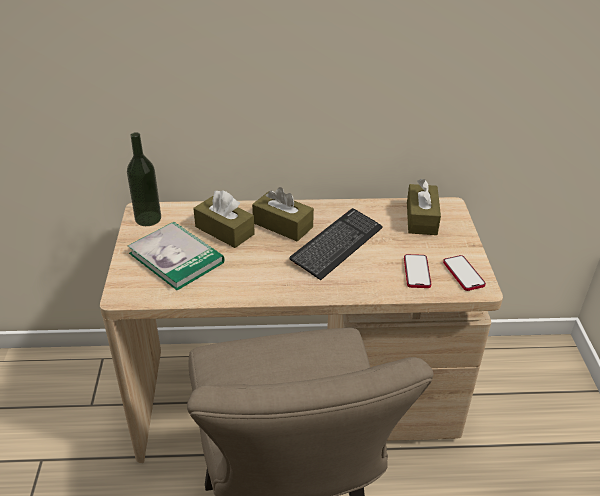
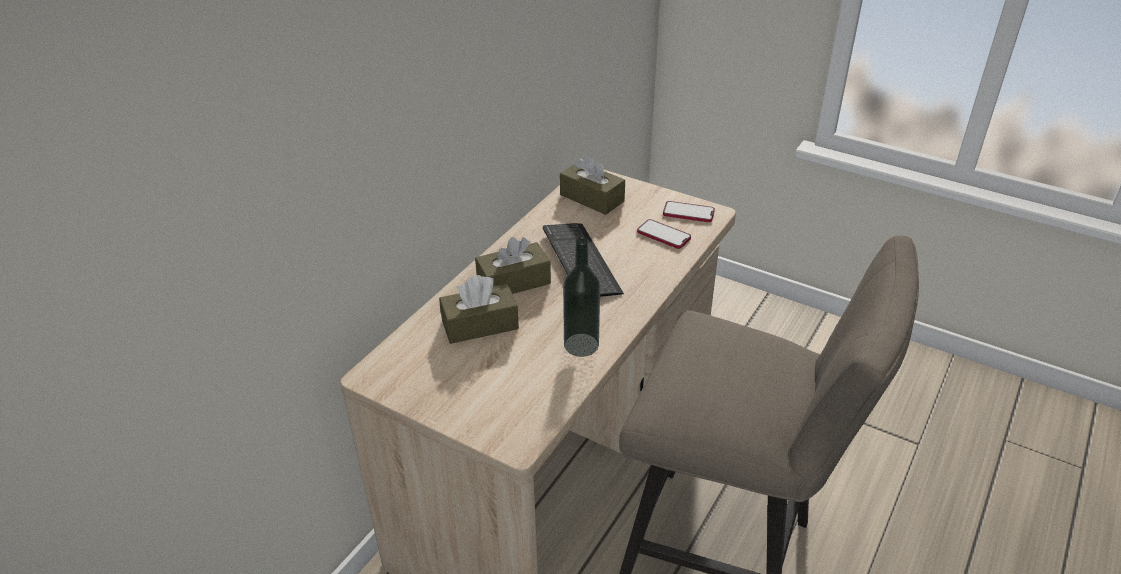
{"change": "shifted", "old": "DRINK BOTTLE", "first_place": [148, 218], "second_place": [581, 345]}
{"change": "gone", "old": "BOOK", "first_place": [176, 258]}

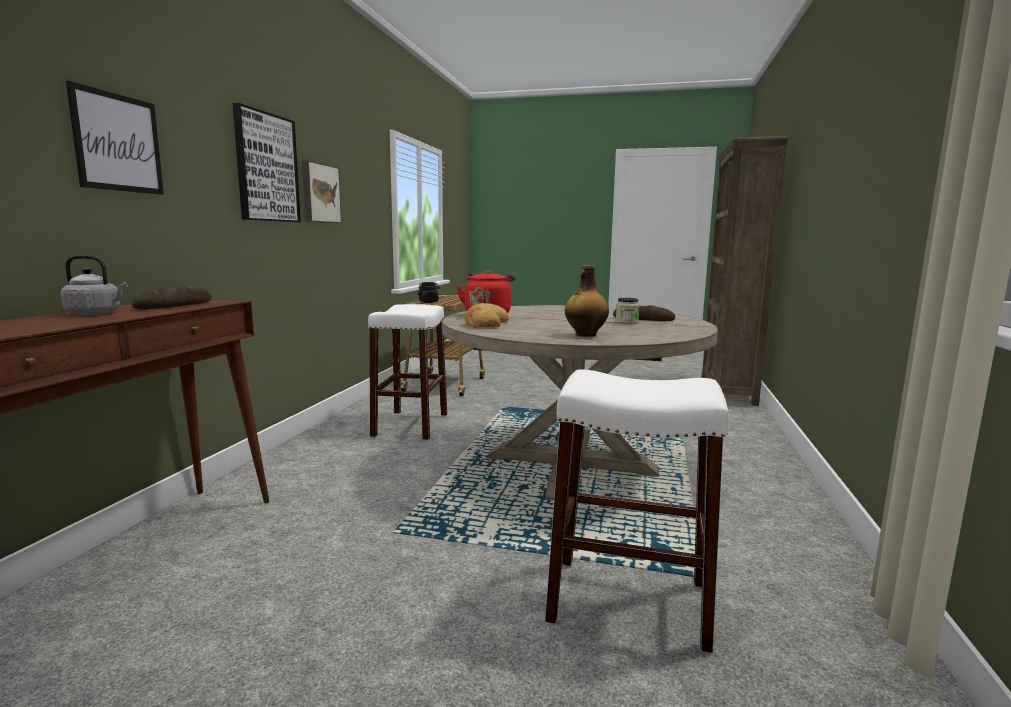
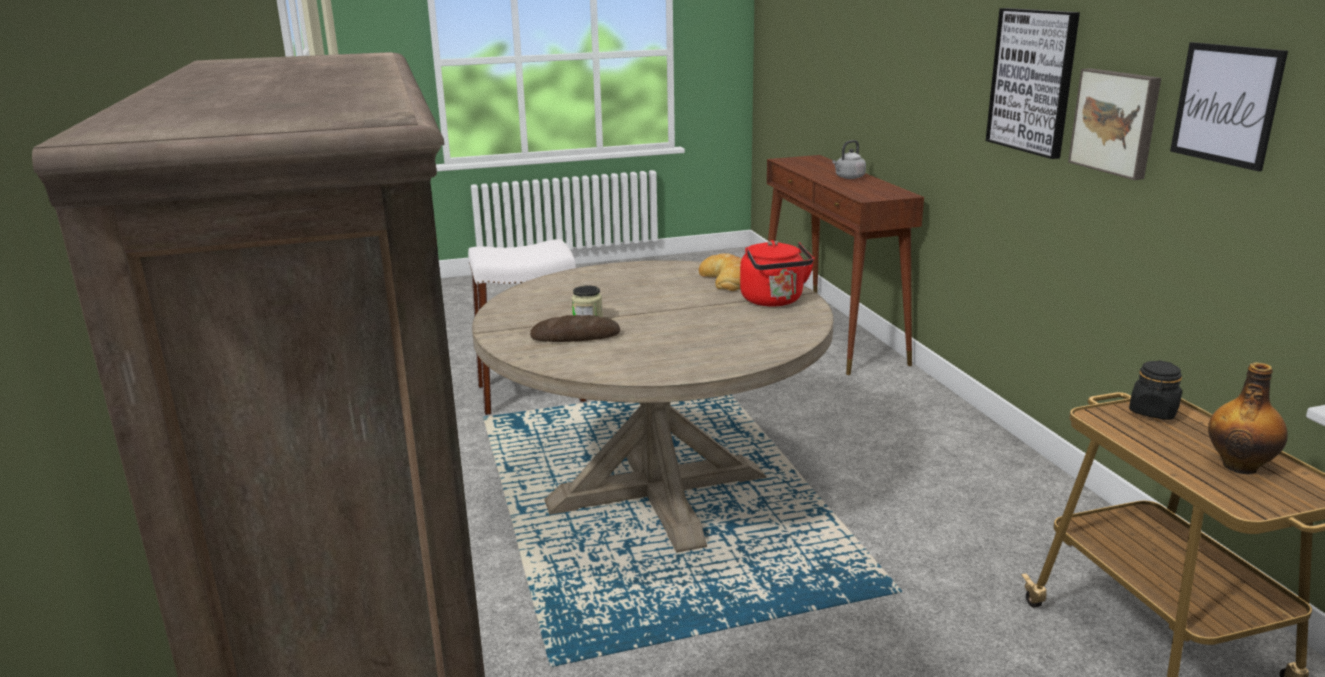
{"change": "shifted", "old": "WALL ART", "first_place": [118, 143], "second_place": [1226, 104]}
{"change": "shifted", "old": "DRINK BOTTLE", "first_place": [585, 335], "second_place": [1240, 466]}
{"change": "gone", "old": "BREAD", "first_place": [174, 305]}
{"change": "gone", "old": "WHITE-COLOURED STOOL", "first_place": [411, 425]}

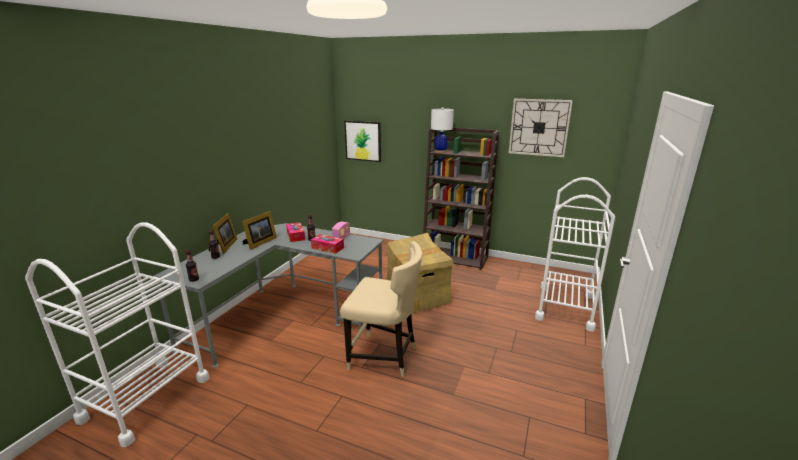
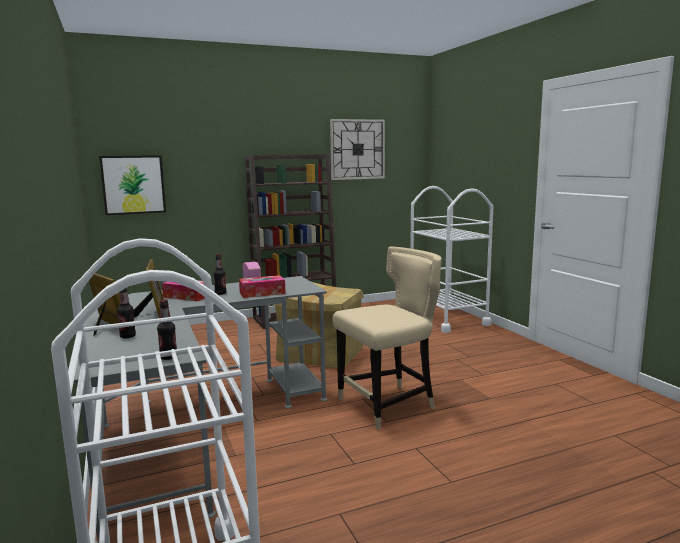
{"change": "gone", "old": "WHITE-COLOURED TABLETOP LAMP", "first_place": [441, 151]}

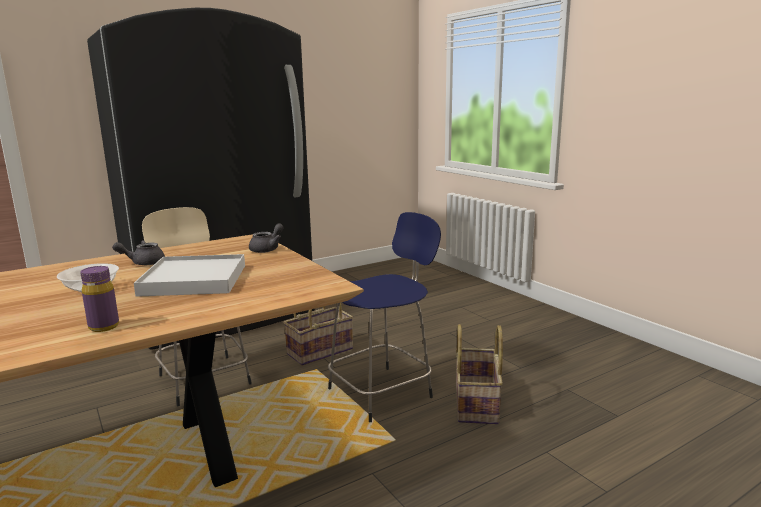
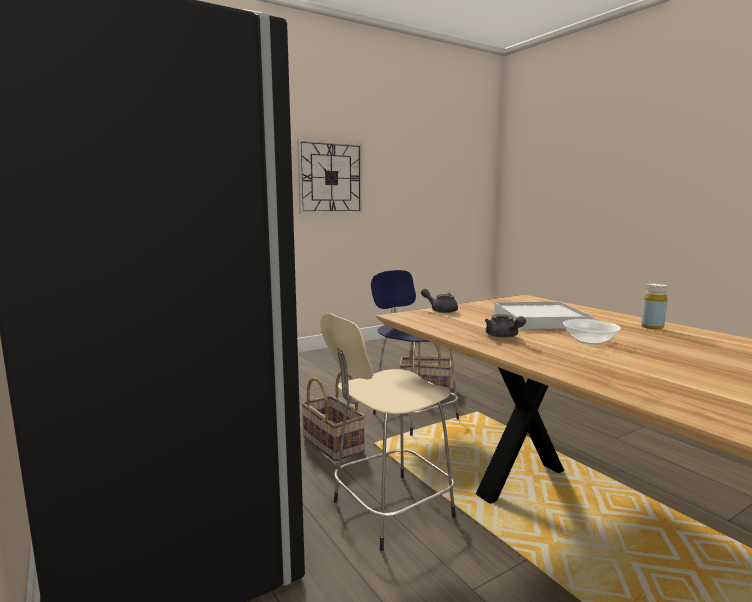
{"change": "new", "new": "HANGING CLOCK", "second_place": [330, 178]}
{"change": "repainted", "old": "PURPLE-COLOURED DRINK BOTTLE", "new": "YELLOWISH DRINK BOTTLE", "first_place": [104, 327], "second_place": [652, 327]}

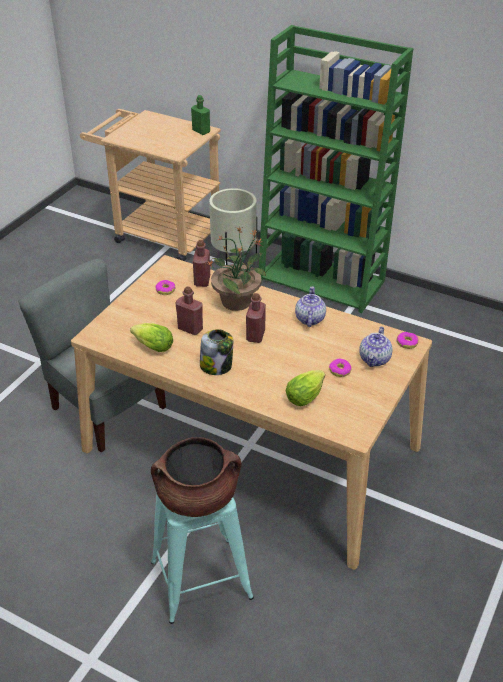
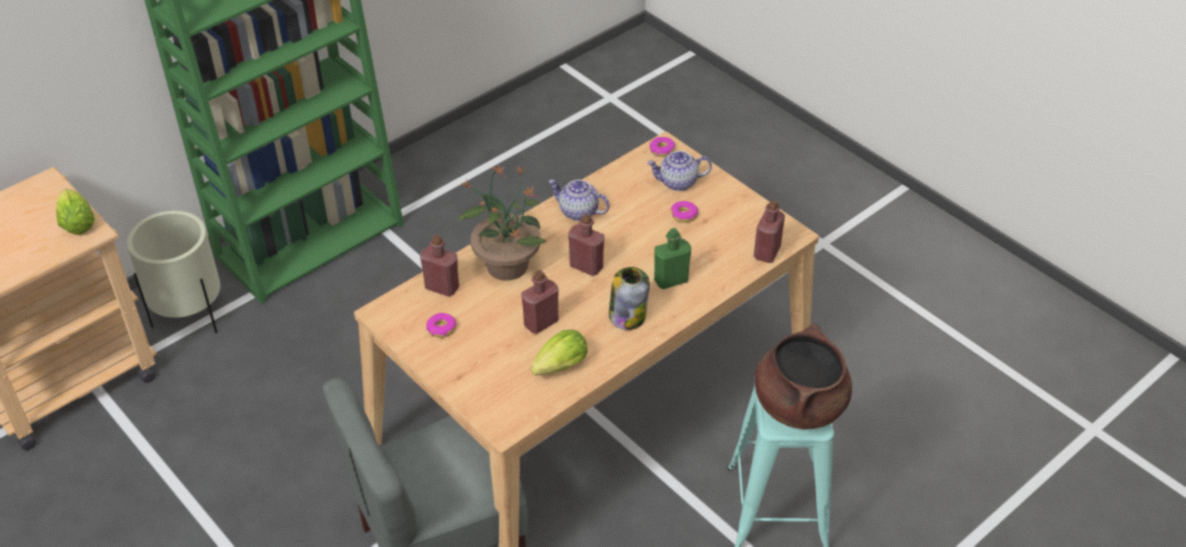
{"change": "shifted", "old": "LETTUCE", "first_place": [306, 396], "second_place": [77, 222]}
{"change": "rotated", "old": "POT FOR TEA", "first_place": [375, 359], "second_place": [678, 183], "degrees": 135}
{"change": "shifted", "old": "GREENISH DRINK BOTTLE", "first_place": [201, 131], "second_place": [671, 280]}
{"change": "new", "new": "RED DRINK BOTTLE", "second_place": [767, 252]}

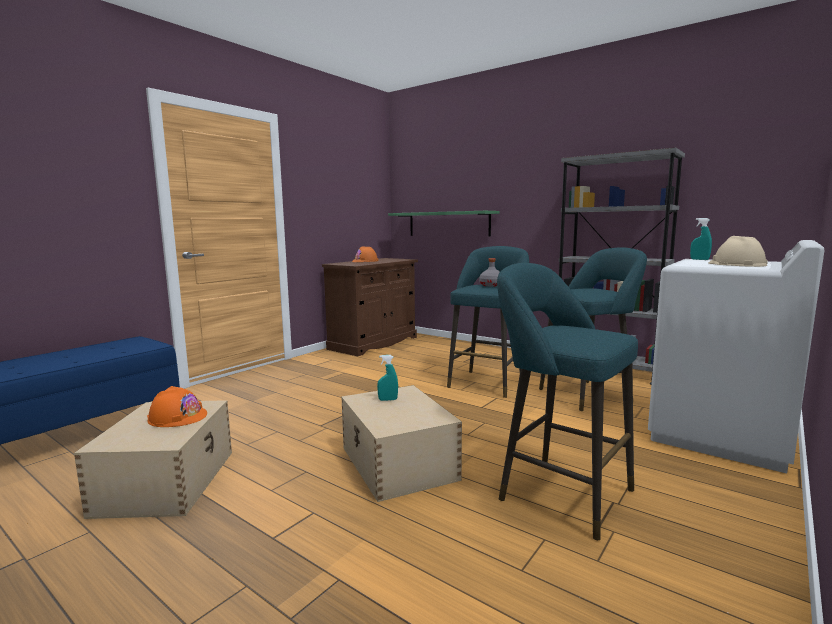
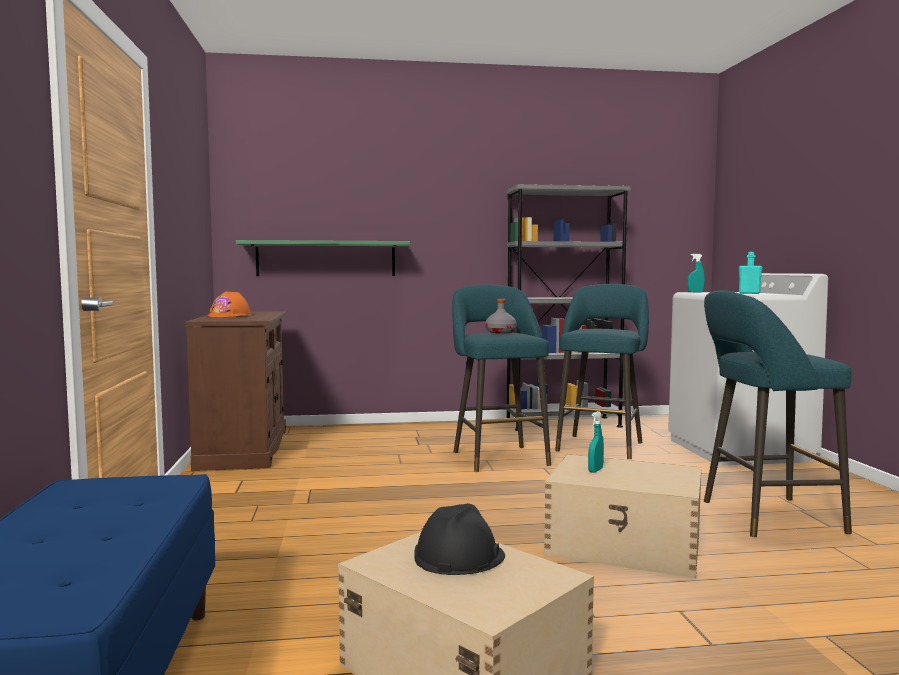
{"change": "repainted", "old": "ORANGE-COLOURED HARD HAT", "new": "BLACK-COLOURED HARD HAT", "first_place": [178, 417], "second_place": [459, 556]}
{"change": "swapped", "old": "SAND-COLOURED HARD HAT", "new": "TURQUOISE-COLOURED DRINK BOTTLE", "first_place": [736, 264], "second_place": [749, 293]}

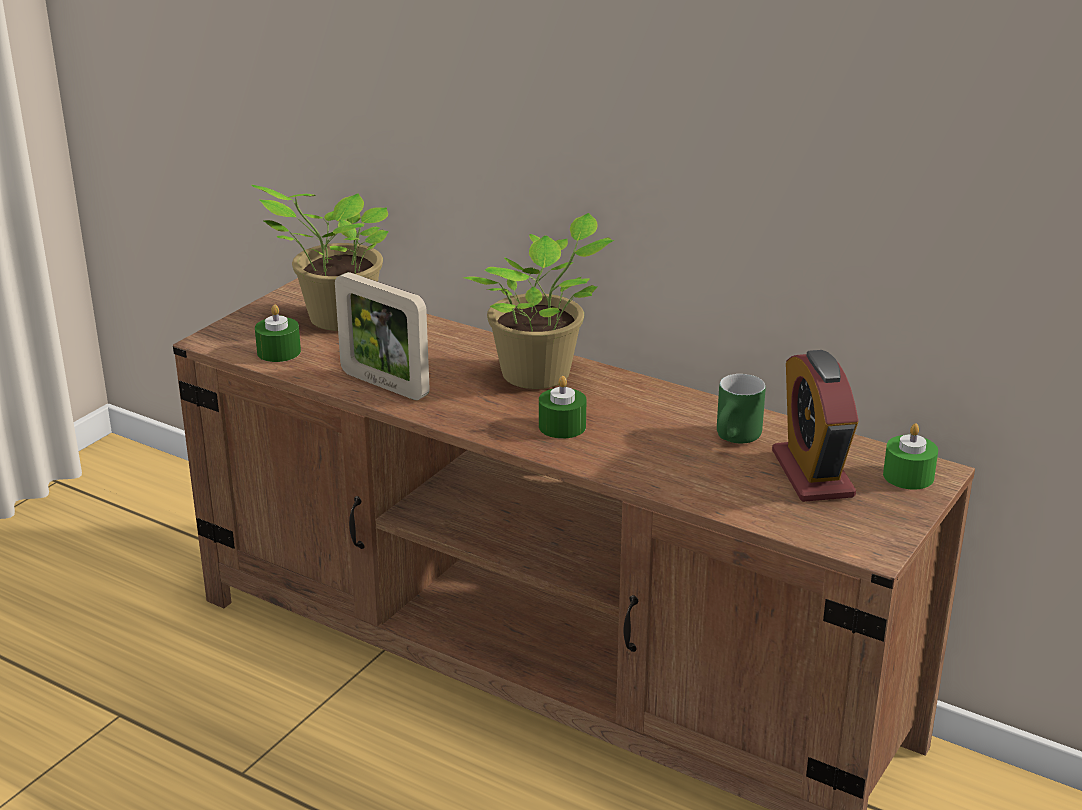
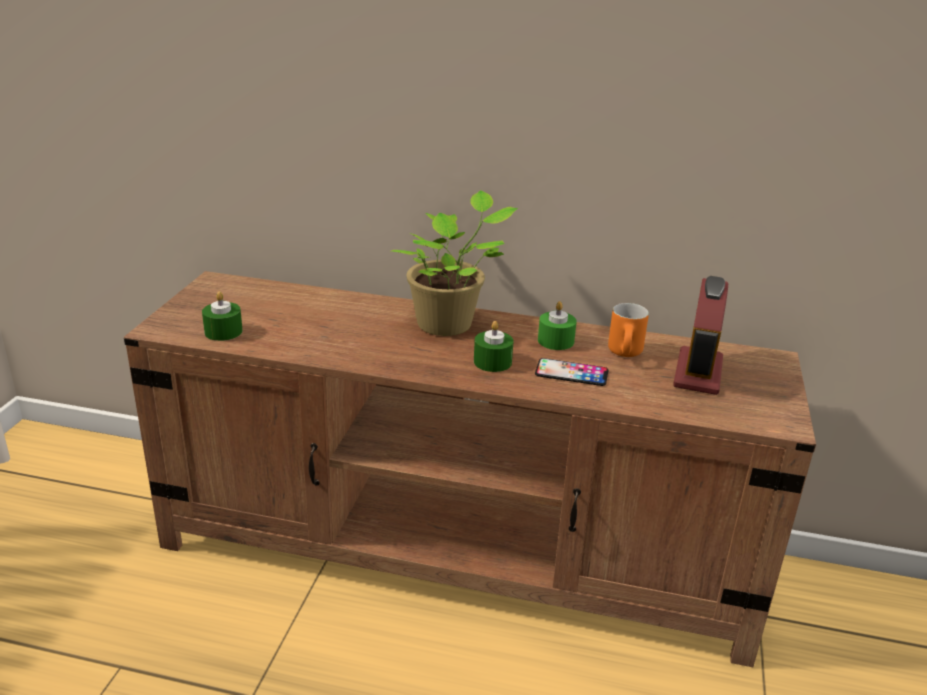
{"change": "new", "new": "PHONE", "second_place": [571, 373]}
{"change": "shifted", "old": "GREENISH WAX LIGHT", "first_place": [908, 476], "second_place": [555, 341]}
{"change": "repainted", "old": "GREENISH MUG", "new": "ORANGE-COLOURED MUG", "first_place": [737, 440], "second_place": [627, 355]}
{"change": "rotated", "old": "ALARM CLOCK", "first_place": [812, 474], "second_place": [698, 372], "degrees": 45}
{"change": "gone", "old": "PLANT IN A POT", "first_place": [336, 319]}
{"change": "gone", "old": "STANDING FRAME", "first_place": [384, 385]}

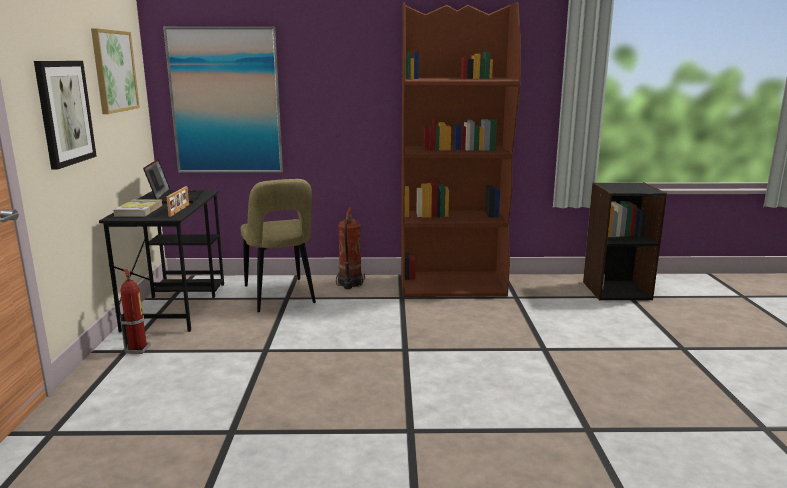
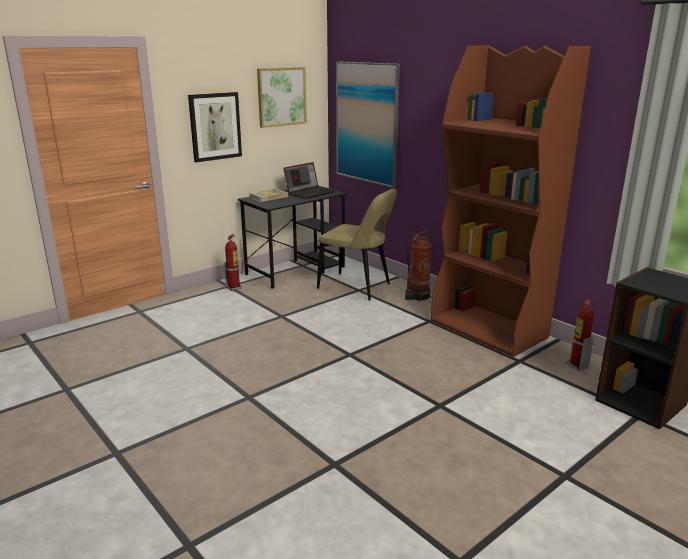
{"change": "rotated", "old": "SAND-COLOURED UPRIGHT CHAIR", "first_place": [280, 296], "second_place": [357, 287], "degrees": -90}
{"change": "new", "new": "FIRE-FIGHTING CYLINDER", "second_place": [577, 365]}
{"change": "gone", "old": "STANDING FRAME", "first_place": [180, 210]}

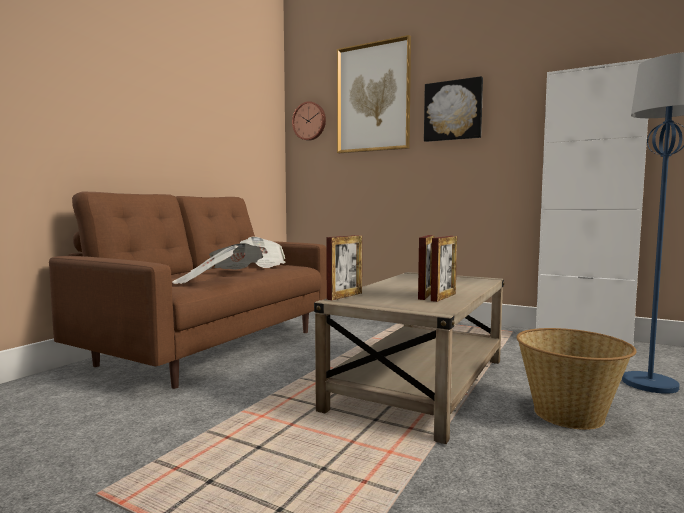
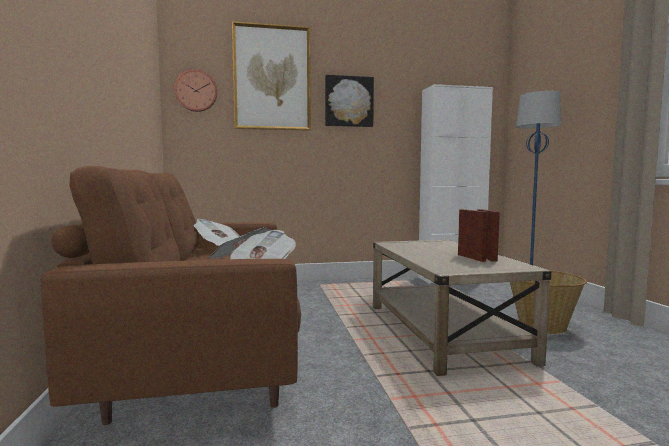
{"change": "gone", "old": "STANDING FRAME", "first_place": [344, 296]}

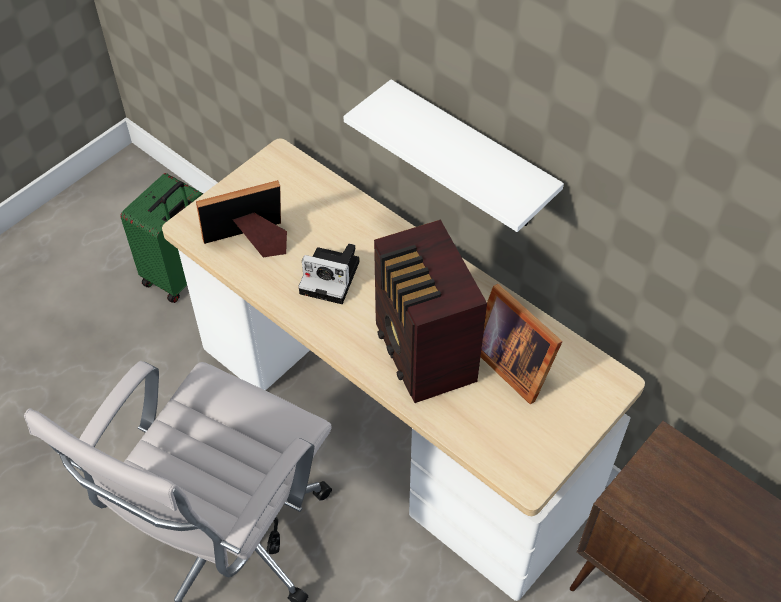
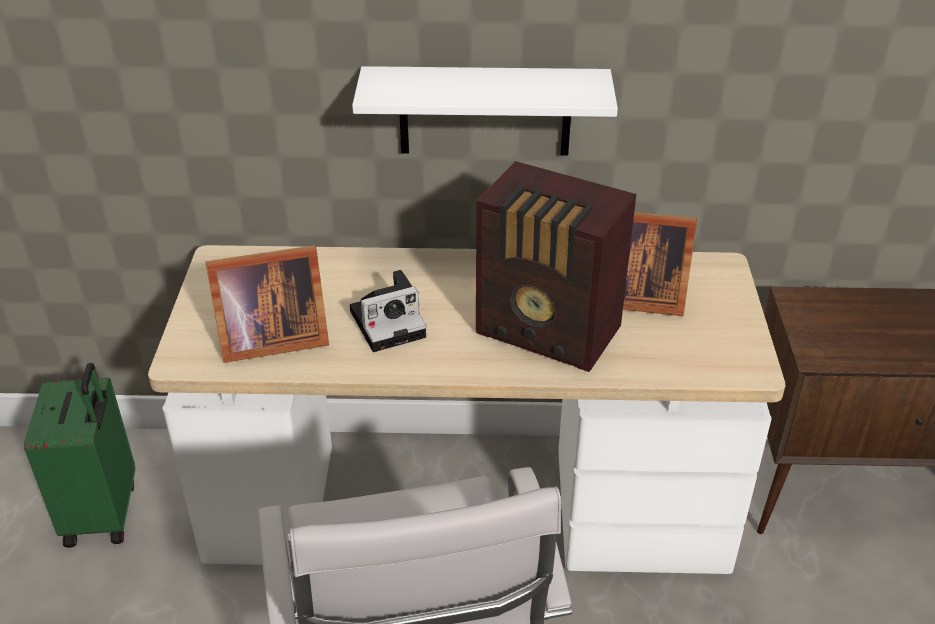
{"change": "rotated", "old": "STANDING FRAME", "first_place": [250, 243], "second_place": [269, 339], "degrees": -135}

